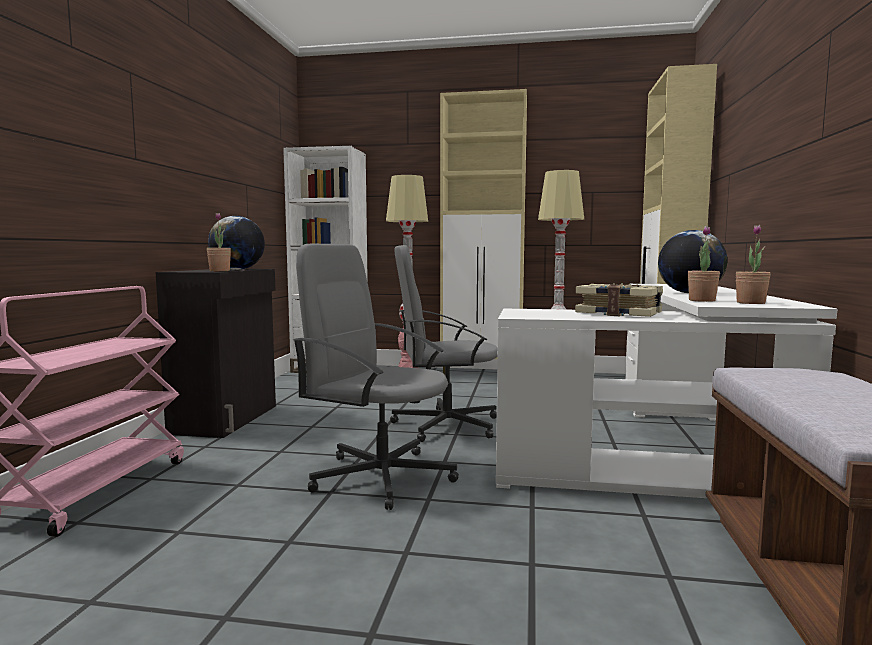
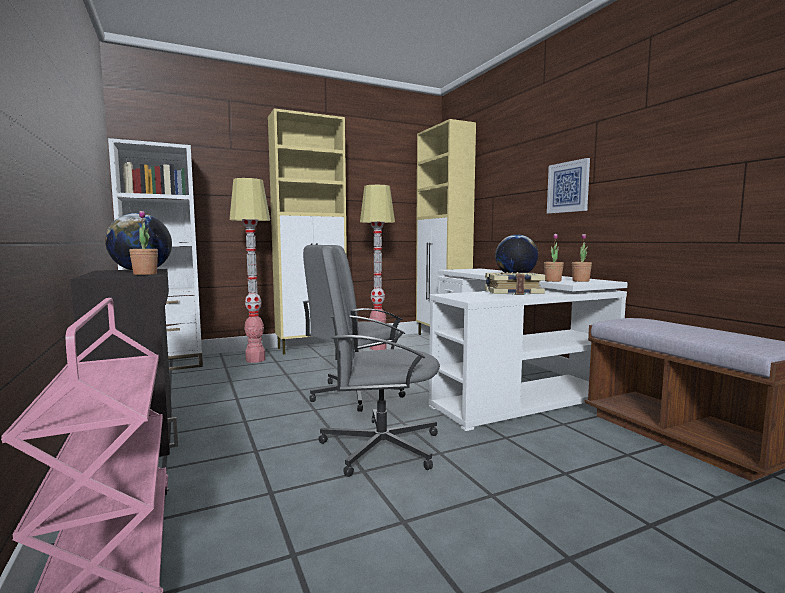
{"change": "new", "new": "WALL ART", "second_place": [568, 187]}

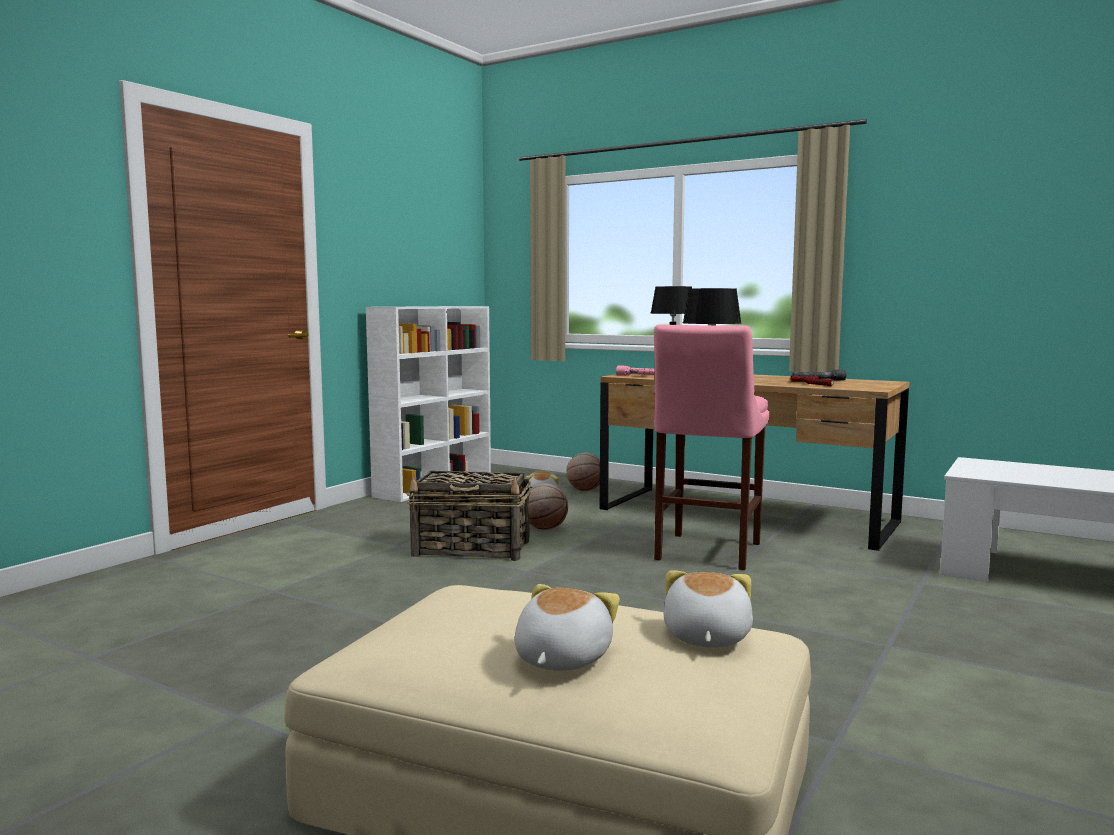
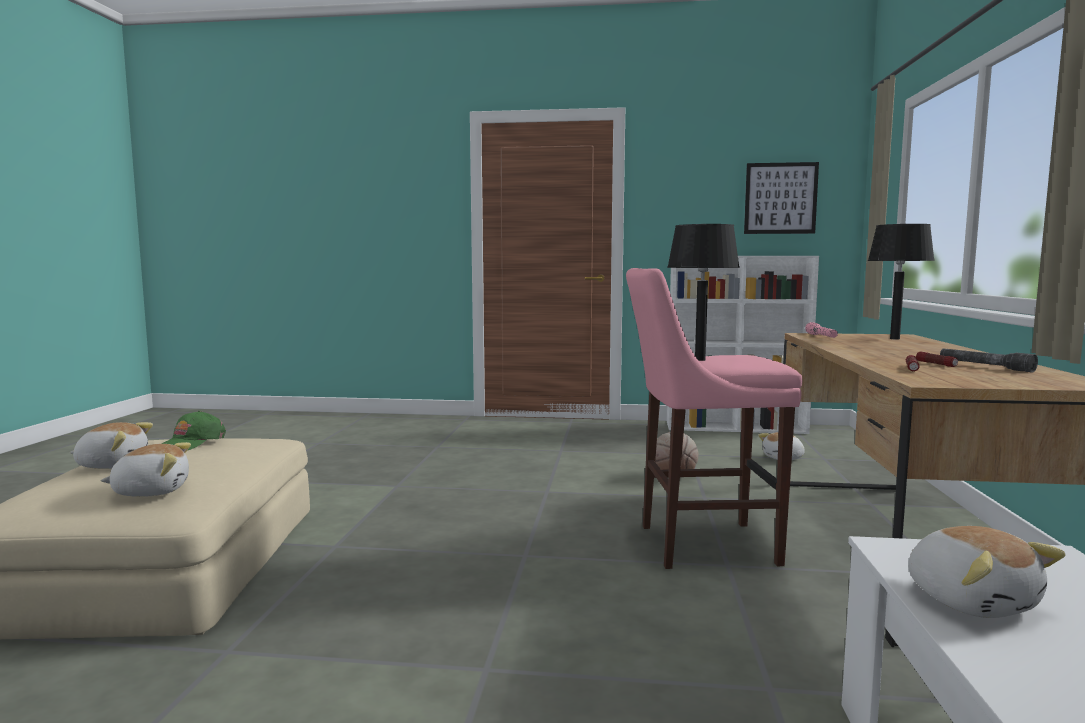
{"change": "new", "new": "GREENISH CAP", "second_place": [191, 443]}
{"change": "new", "new": "WALL ART", "second_place": [780, 198]}
{"change": "new", "new": "SOFT TOY", "second_place": [971, 600]}
{"change": "gone", "old": "STORAGE BASKET", "first_place": [473, 549]}
{"change": "gone", "old": "BALL FOR BASKETBALL", "first_place": [585, 490]}

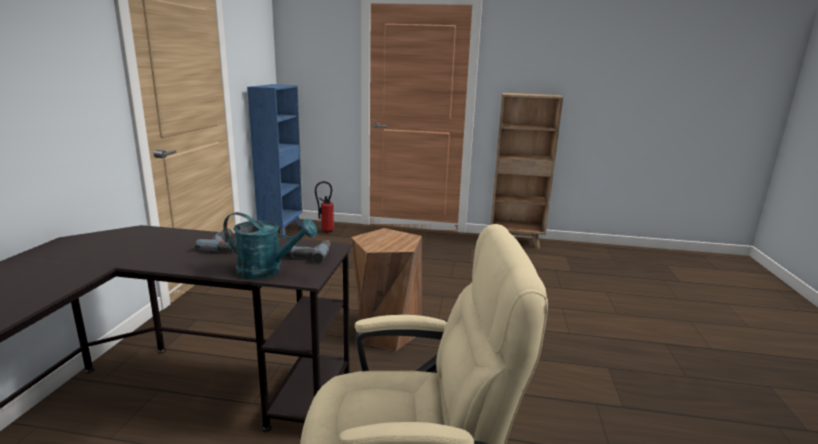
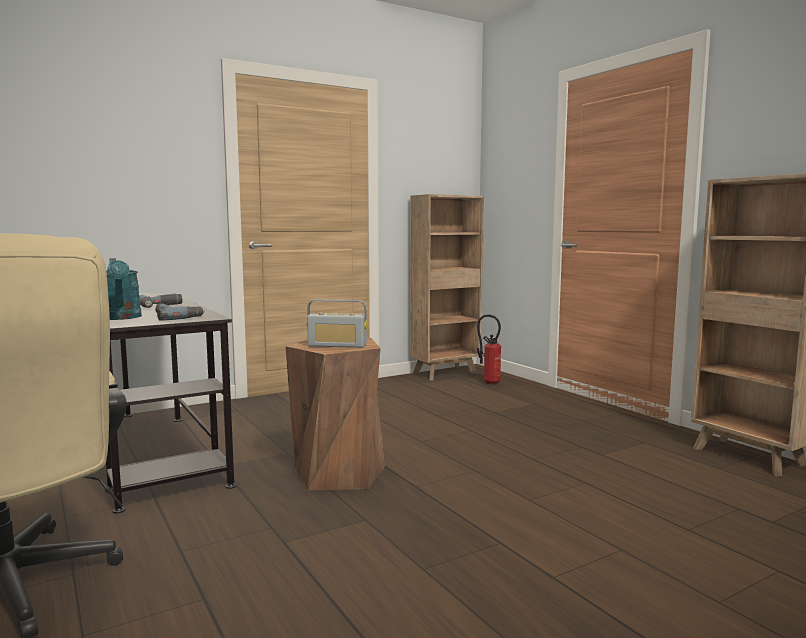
{"change": "new", "new": "RADIO SET", "second_place": [337, 345]}
{"change": "repainted", "old": "BLUISH BOOKSHELF", "new": "BROWN-COLOURED BOOKSHELF", "first_place": [282, 231], "second_place": [446, 373]}

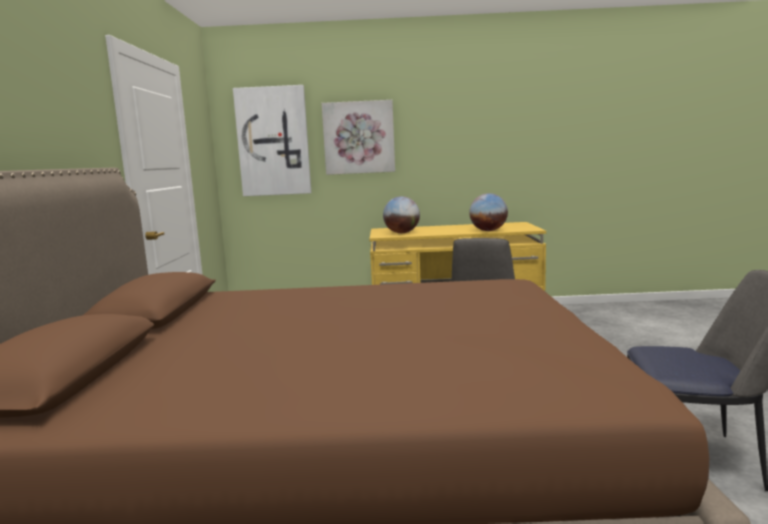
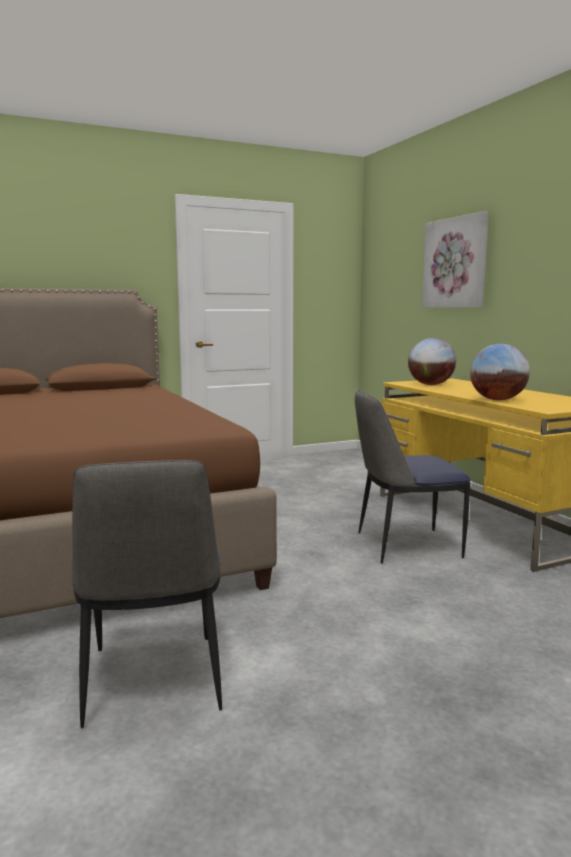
{"change": "gone", "old": "WALL ART", "first_place": [273, 141]}

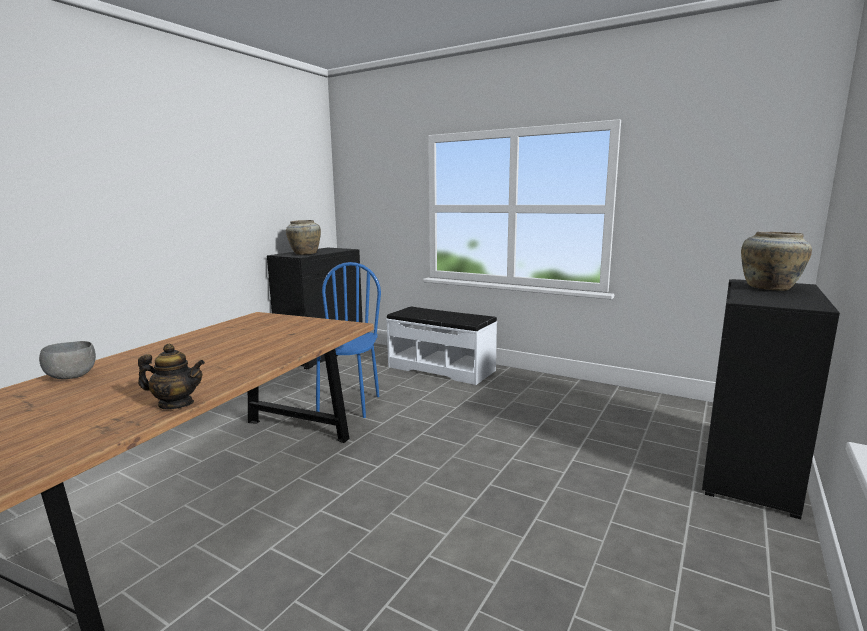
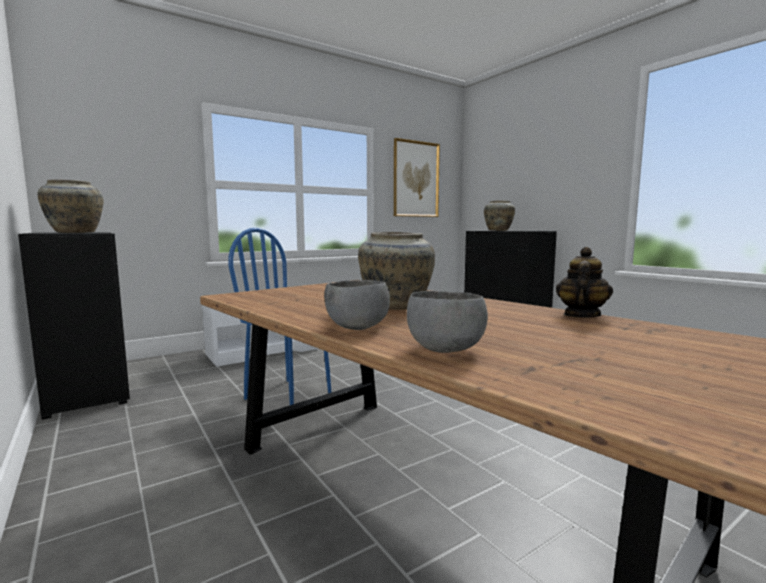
{"change": "new", "new": "GREY DEEP DISH", "second_place": [356, 328]}
{"change": "new", "new": "SAND-COLOURED FLOWER VASE", "second_place": [395, 306]}
{"change": "new", "new": "WALL ART", "second_place": [416, 179]}

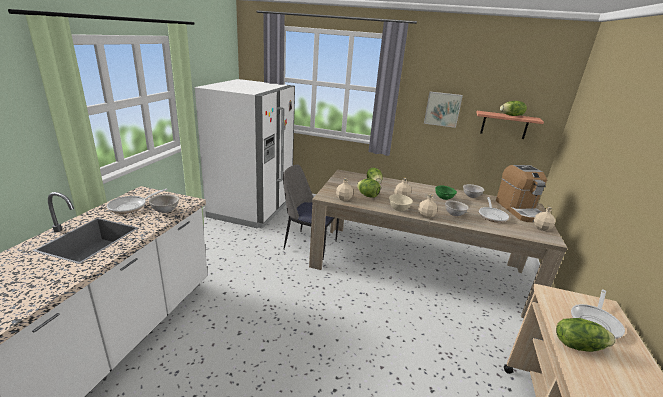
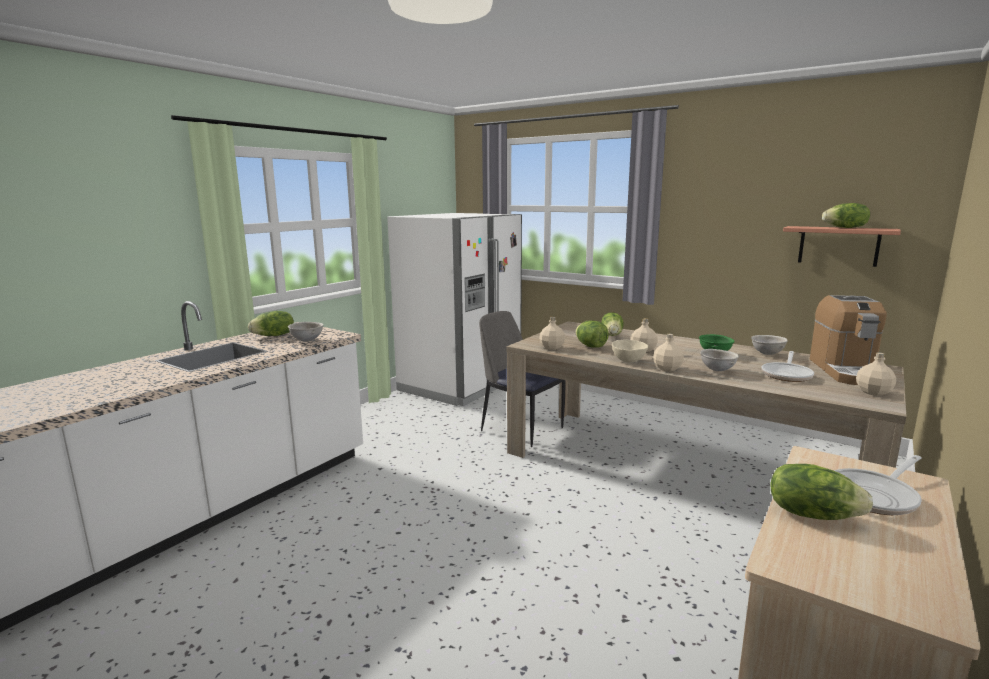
{"change": "swapped", "old": "SKILLET", "new": "LETTUCE", "first_place": [131, 206], "second_place": [274, 336]}
{"change": "gone", "old": "WALL ART", "first_place": [442, 109]}

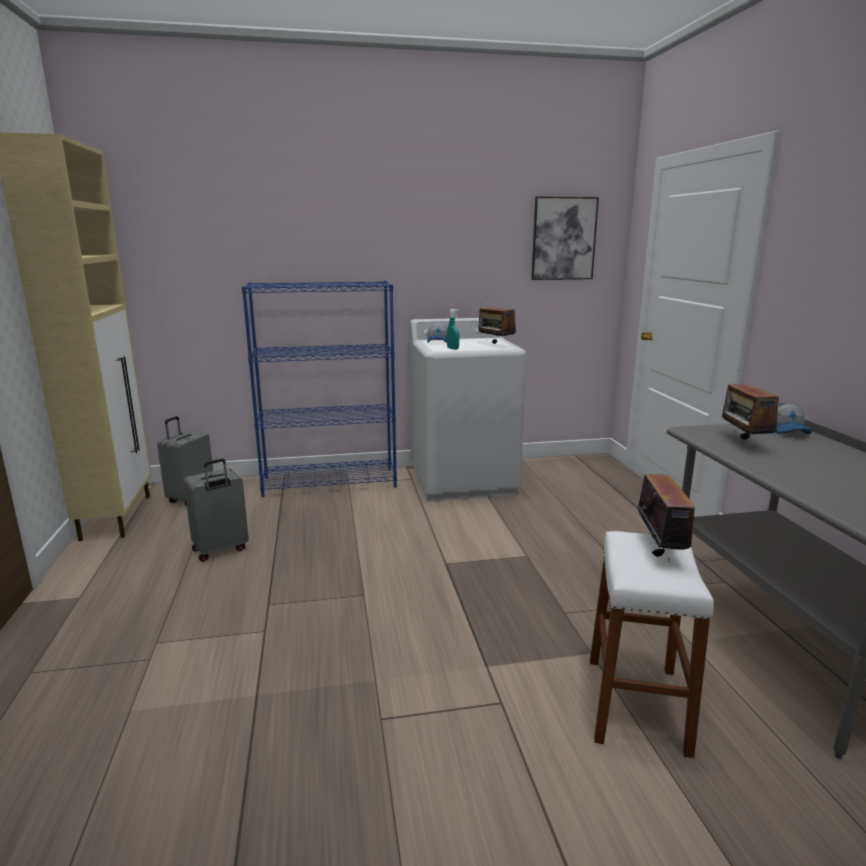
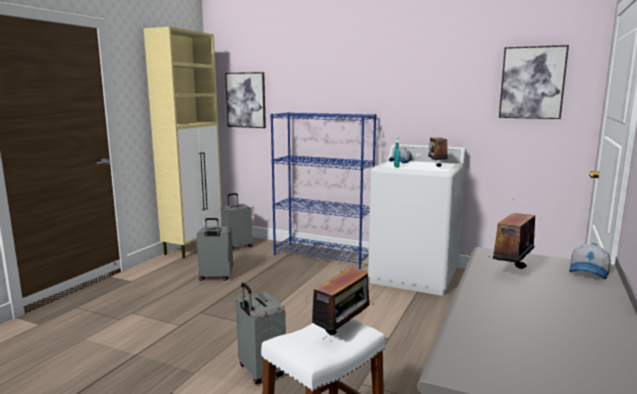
{"change": "new", "new": "WALL ART", "second_place": [246, 100]}
{"change": "new", "new": "GREY PIECE OF LUGGAGE", "second_place": [260, 372]}

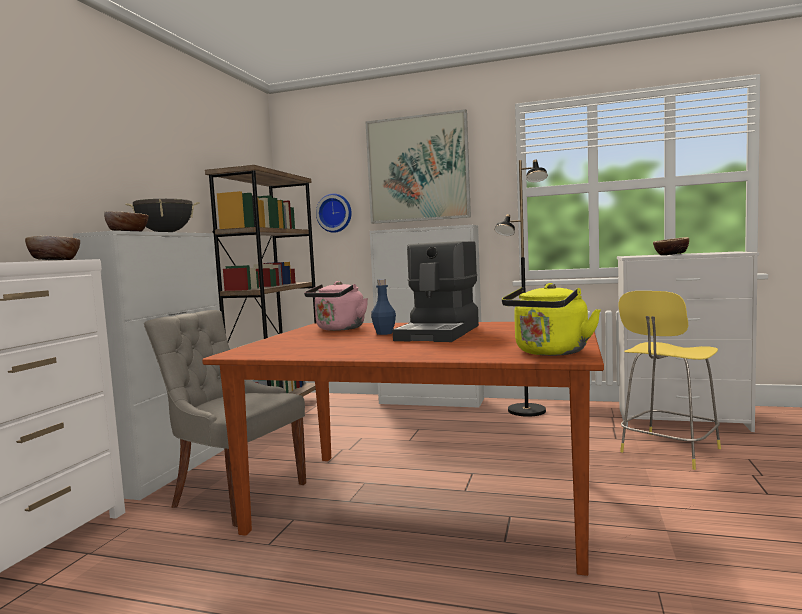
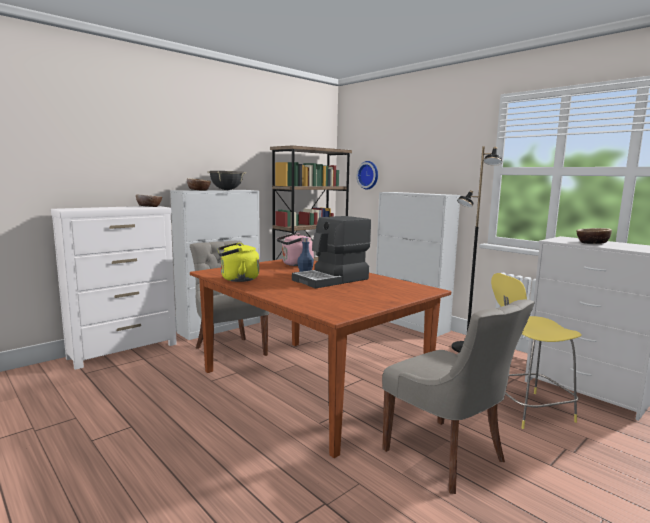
{"change": "shifted", "old": "YELLOWISH TEA KETTLE", "first_place": [549, 353], "second_place": [237, 279]}
{"change": "new", "new": "GREY UPRIGHT CHAIR", "second_place": [446, 456]}
{"change": "gone", "old": "WALL ART", "first_place": [418, 169]}

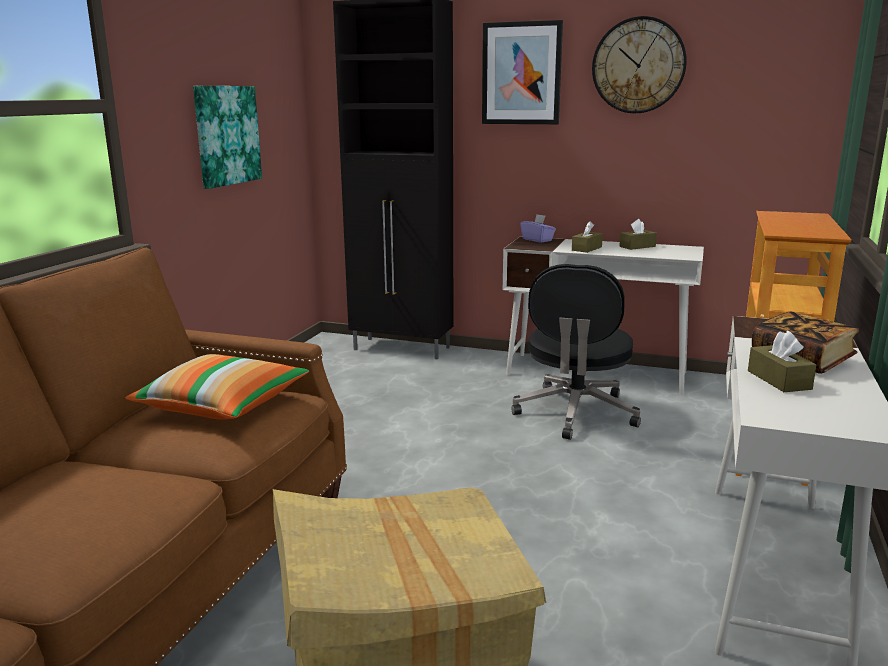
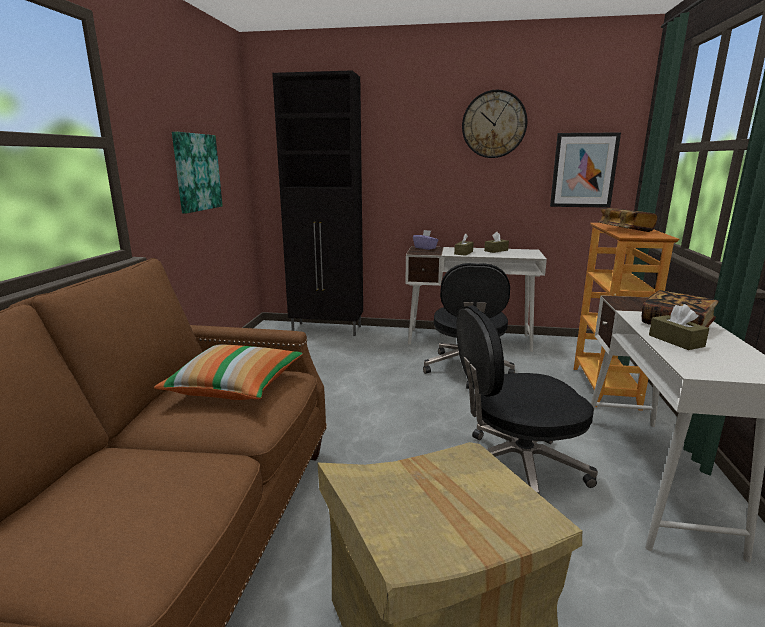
{"change": "new", "new": "BLACK-COLOURED DESK CHAIR", "second_place": [516, 469]}
{"change": "shifted", "old": "WALL ART", "first_place": [521, 73], "second_place": [583, 170]}
{"change": "new", "new": "BOOK", "second_place": [624, 230]}

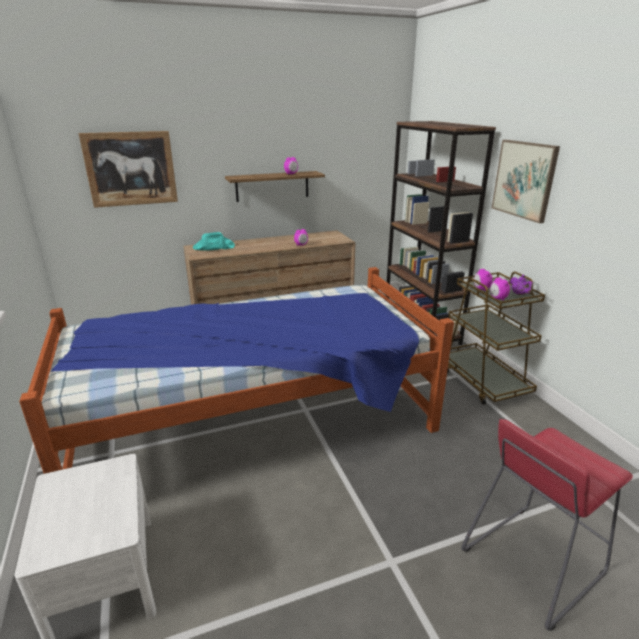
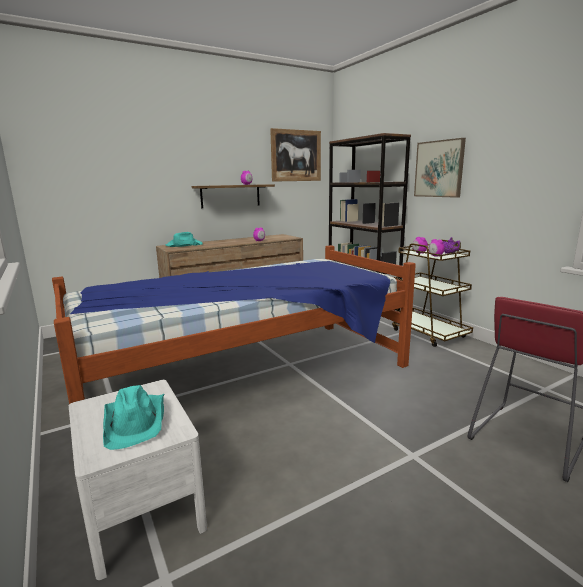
{"change": "new", "new": "TURQUOISE-COLOURED CLOTHING HAT", "second_place": [136, 420]}
{"change": "shifted", "old": "WALL ART", "first_place": [131, 169], "second_place": [296, 155]}

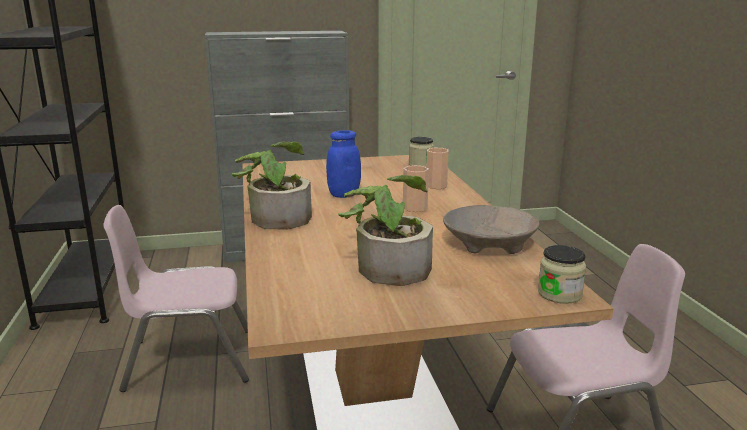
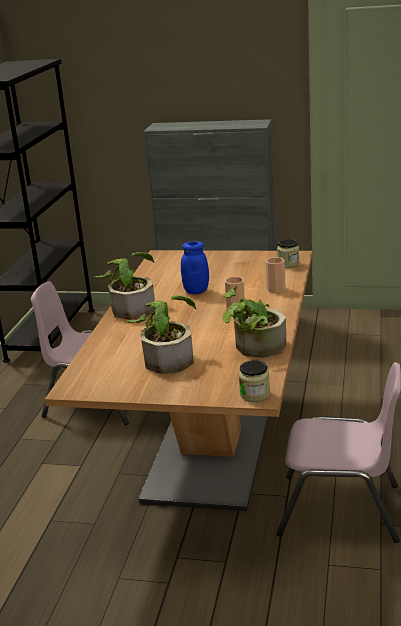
{"change": "swapped", "old": "SAND-COLOURED DEEP DISH", "new": "PLANT IN A POT", "first_place": [488, 243], "second_place": [254, 348]}

